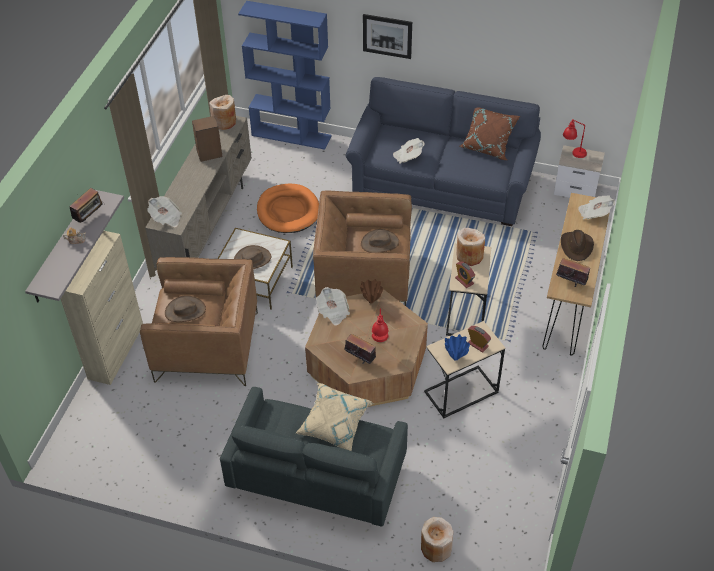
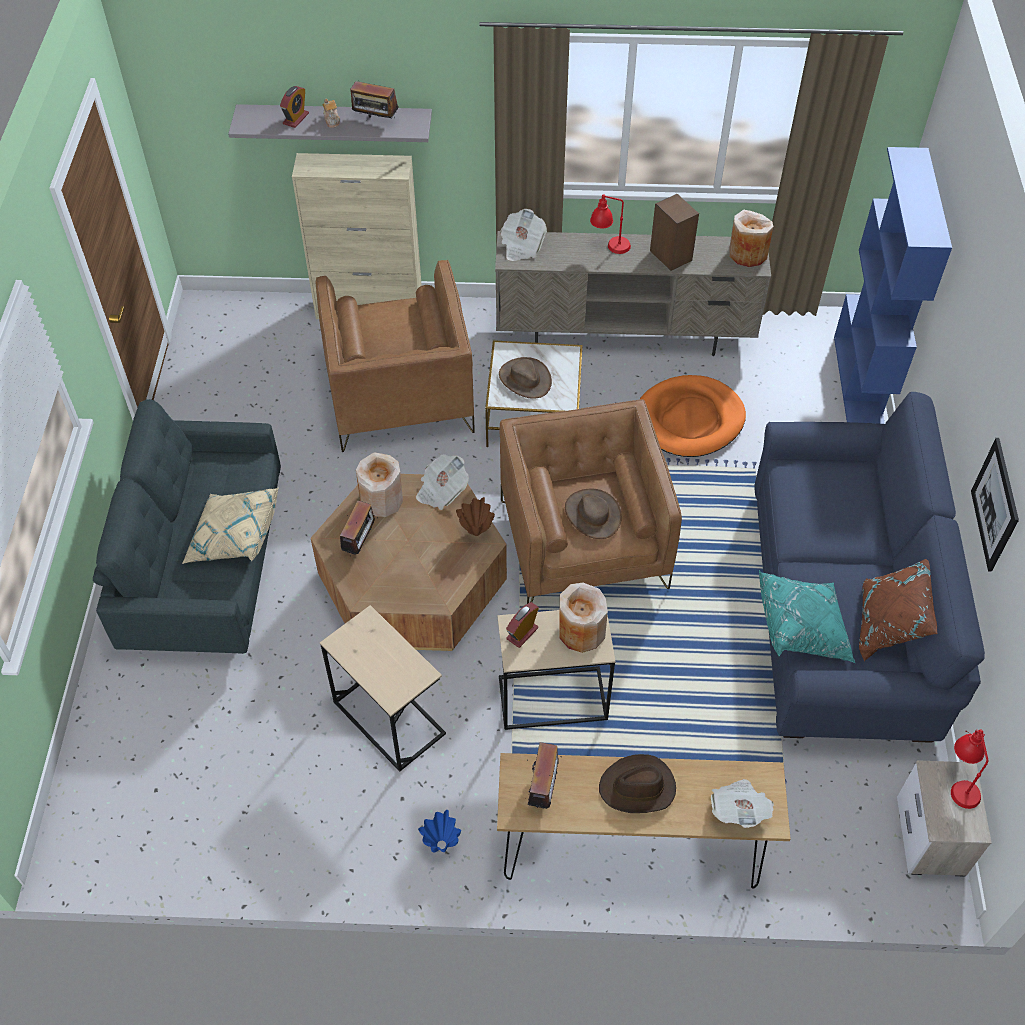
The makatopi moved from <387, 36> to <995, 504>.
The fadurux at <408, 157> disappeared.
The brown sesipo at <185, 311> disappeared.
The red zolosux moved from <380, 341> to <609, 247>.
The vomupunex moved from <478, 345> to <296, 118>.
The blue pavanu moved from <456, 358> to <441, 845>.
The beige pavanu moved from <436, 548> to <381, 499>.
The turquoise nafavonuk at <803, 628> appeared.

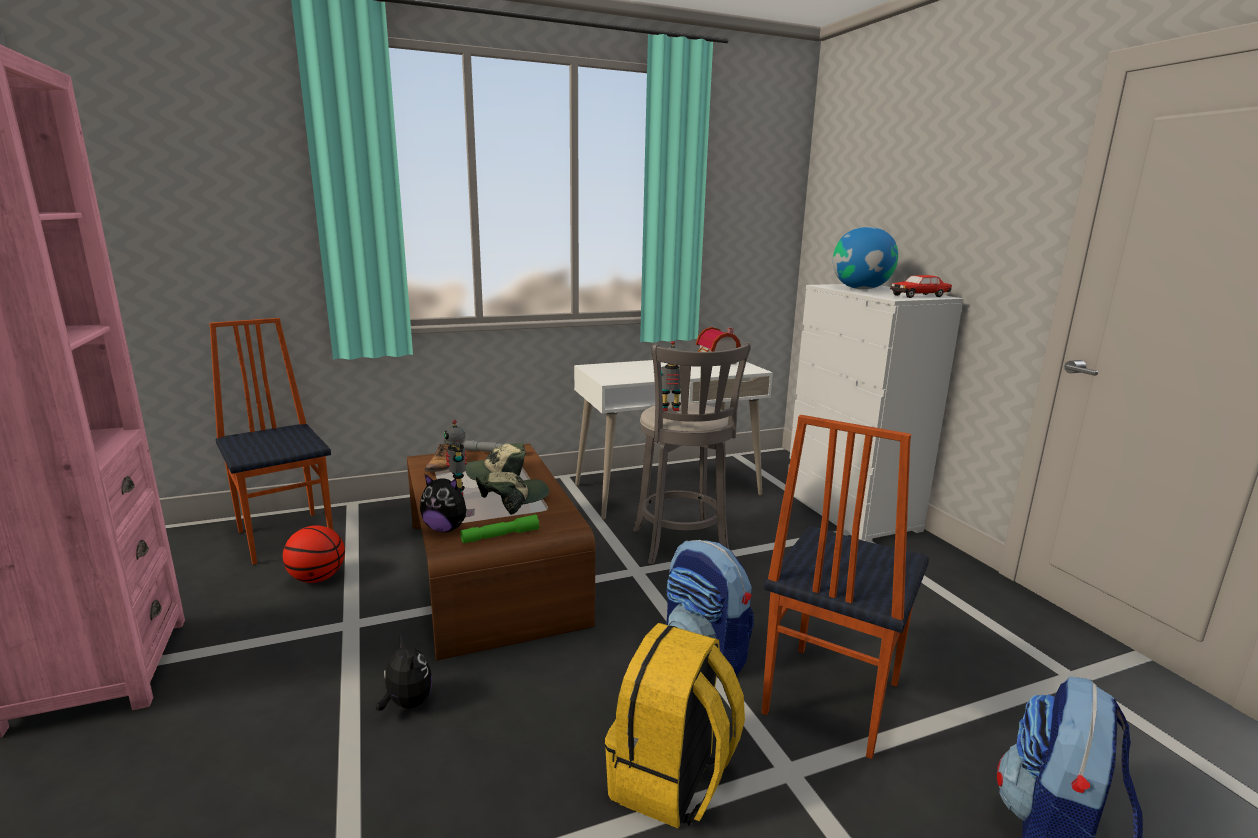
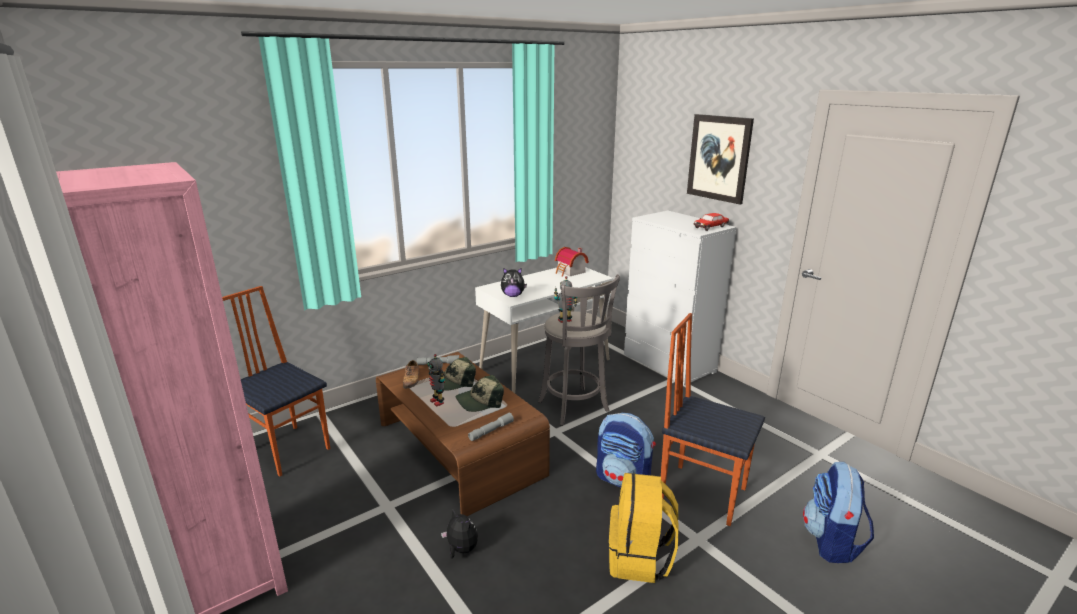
The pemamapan at <861, 289> disappeared.
The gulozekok at <828, 698> turned 105 degrees clockwise.
The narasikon at <513, 499> turned 150 degrees counterclockwise.
The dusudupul moved from <446, 529> to <513, 295>.
The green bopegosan at <500, 536> became the grey bopegosan at <491, 431>.
The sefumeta at <317, 578> disappeared.
The makatopi at <719, 158> appeared.

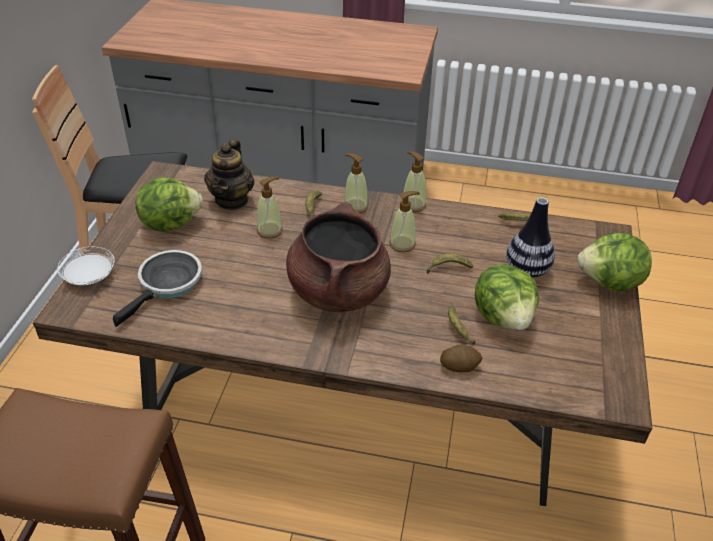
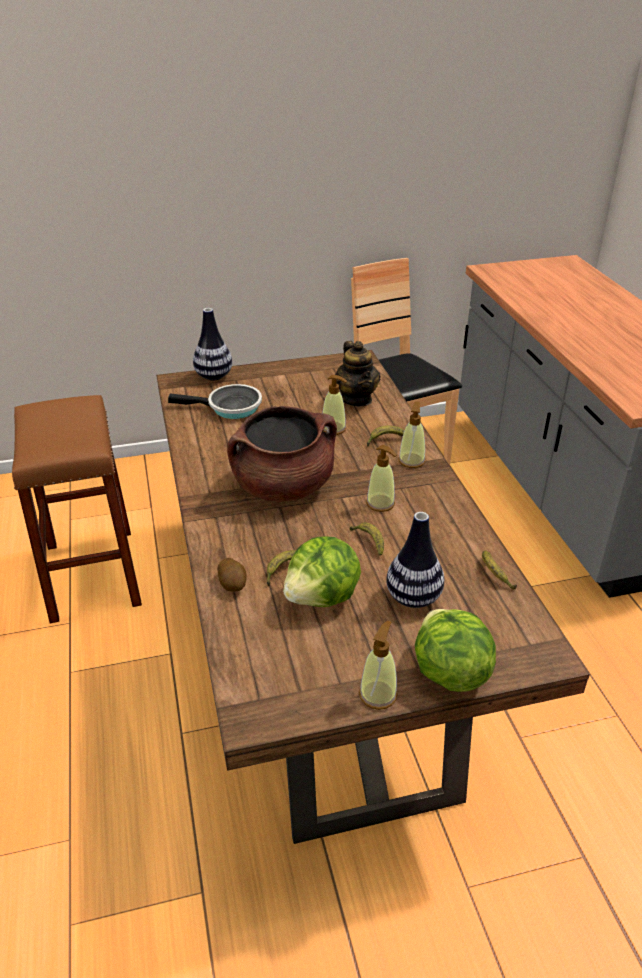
The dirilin at <232, 200> turned 90 degrees counterclockwise.
The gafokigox moved from <413, 205> to <378, 694>.
The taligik at <170, 222> disappeared.
The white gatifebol at <89, 278> was replaced by the pavanu at <213, 376>.

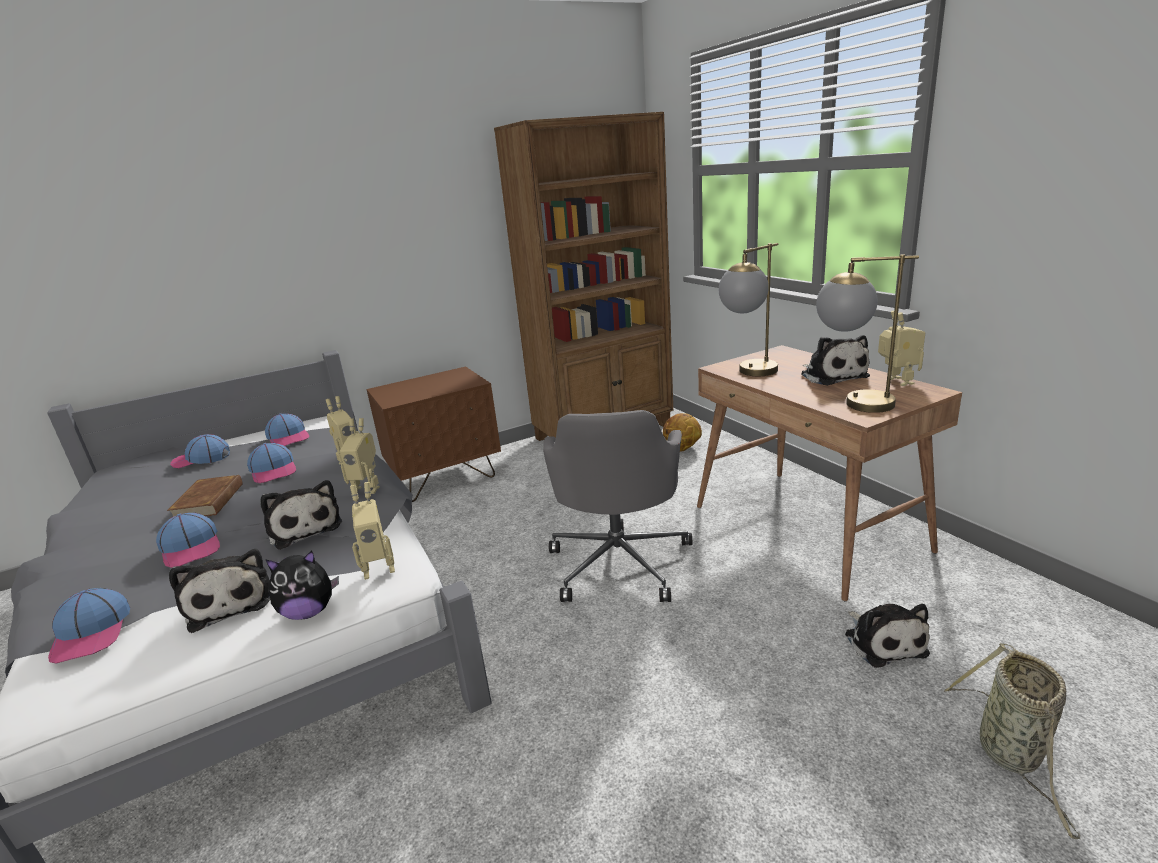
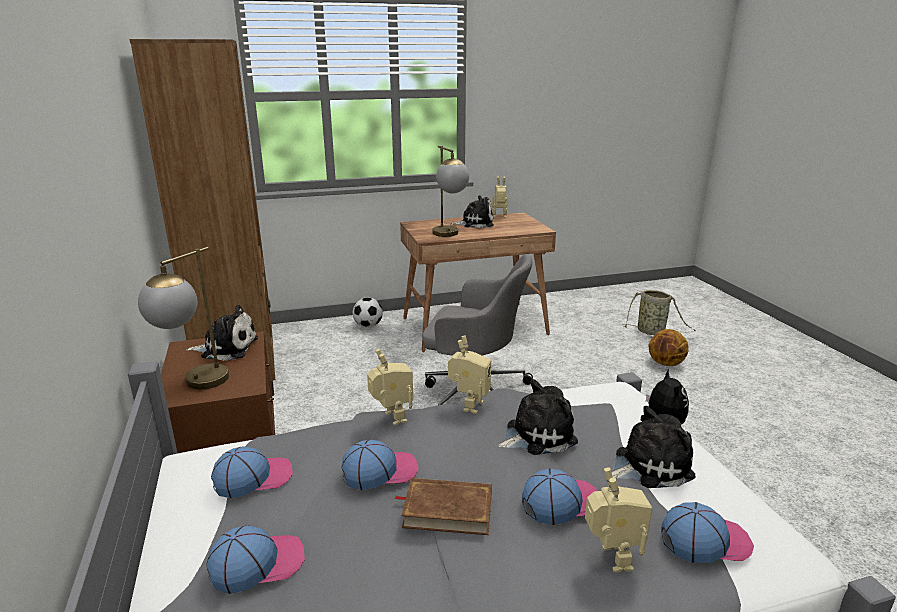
The zolosux moved from <851, 404> to <195, 386>.
The sefumeta moved from <681, 449> to <665, 364>.
The narasikon at <201, 459> turned 120 degrees counterclockwise.
The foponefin moved from <379, 568> to <611, 559>.
The dusudupul moved from <883, 641> to <226, 348>.
The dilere at <368, 326> appeared.

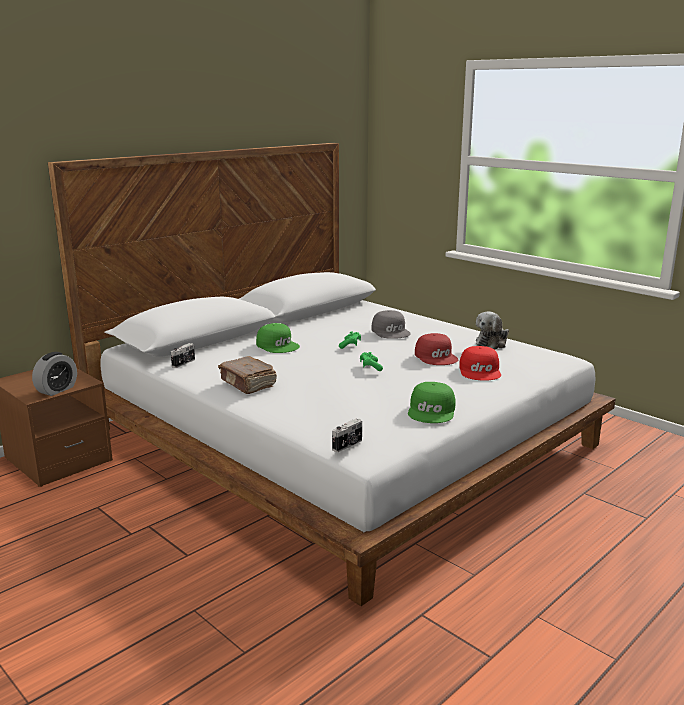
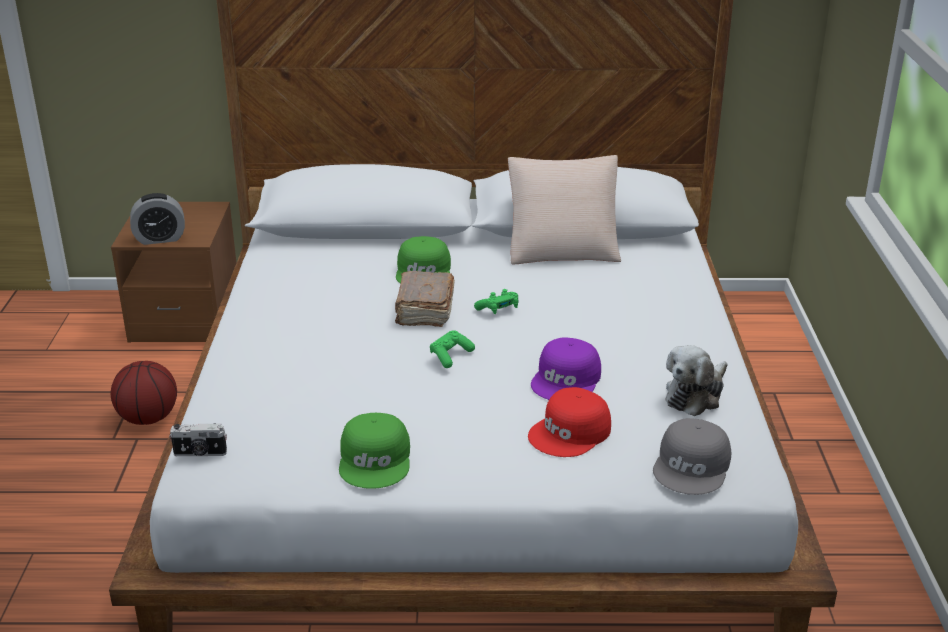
The grey narasikon moved from <391, 331> to <693, 466>.
The dusudupul at <492, 343> turned 45 degrees counterclockwise.
The red narasikon at <436, 357> became the purple narasikon at <567, 380>.
The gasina at <184, 363> disappeared.
The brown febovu moved from <248, 384> to <424, 311>.
The green narasikon at <432, 411> turned 60 degrees counterclockwise.
The beige nafavonuk at <562, 249> appeared.
The sefumeta at <148, 419> appeared.

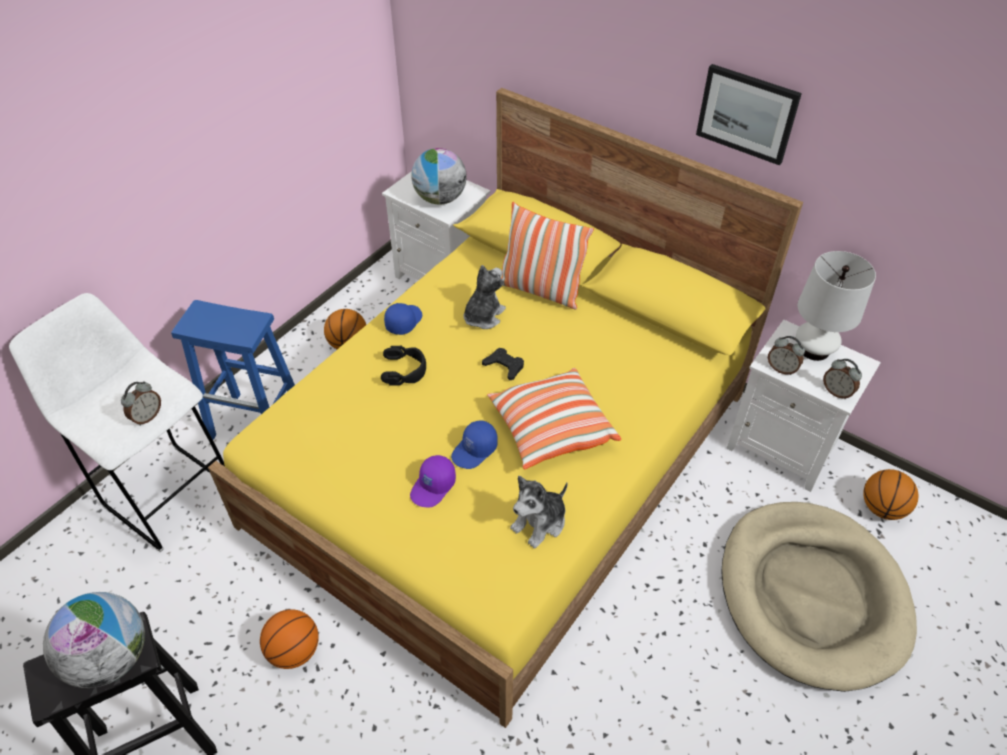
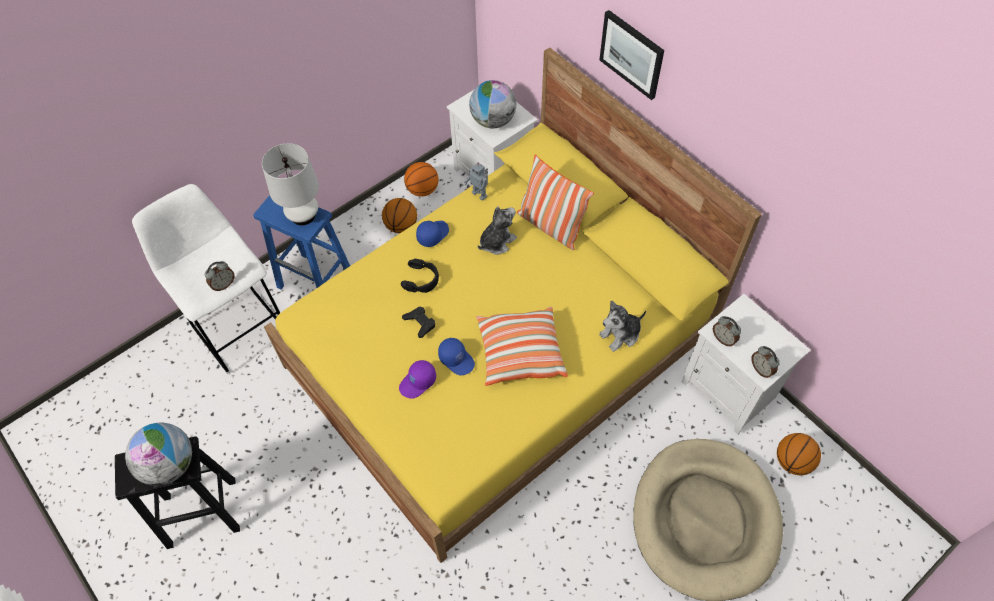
The makatopi moved from <747, 113> to <632, 54>.
The white zolosux moved from <814, 349> to <303, 215>.
The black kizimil moved from <504, 366> to <420, 323>.
The blue narasikon at <475, 450> turned 105 degrees counterclockwise.
The dusudupul moved from <540, 522> to <621, 334>.
The sefumeta moved from <294, 651> to <422, 190>.
The foponefin at <480, 194> appeared.

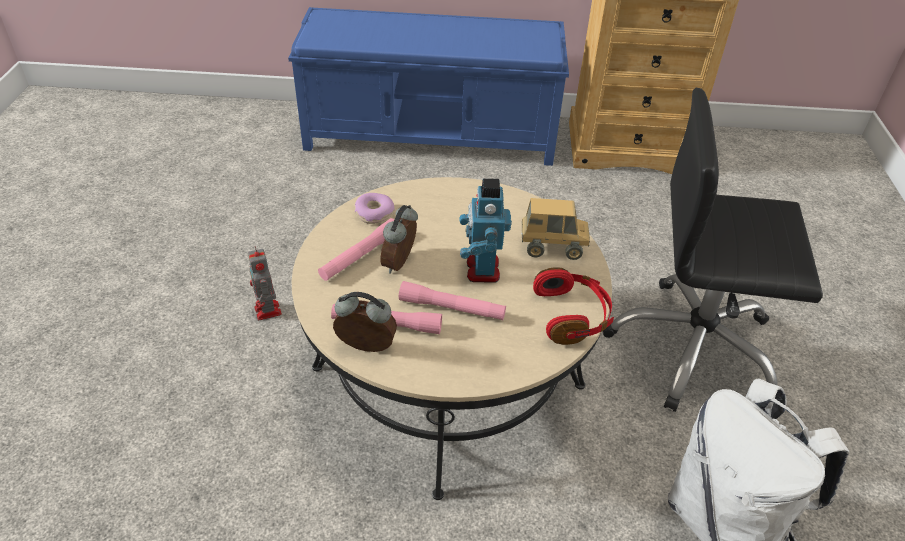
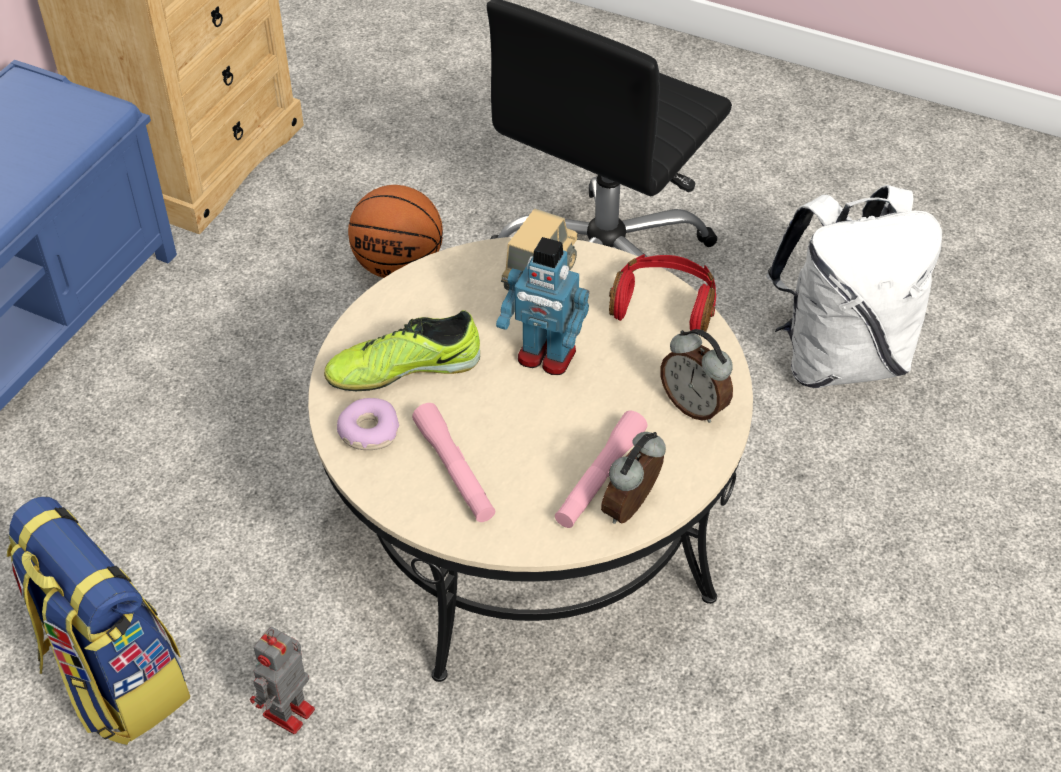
The vomupunex moved from <401, 264> to <695, 406>.
The foponefin at <268, 312> turned 120 degrees clockwise.
The pink bopegosan at <452, 308> disappeared.
The sefumeta at <399, 266> appeared.
The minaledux at <404, 369> appeared.
The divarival at <113, 678> appeared.

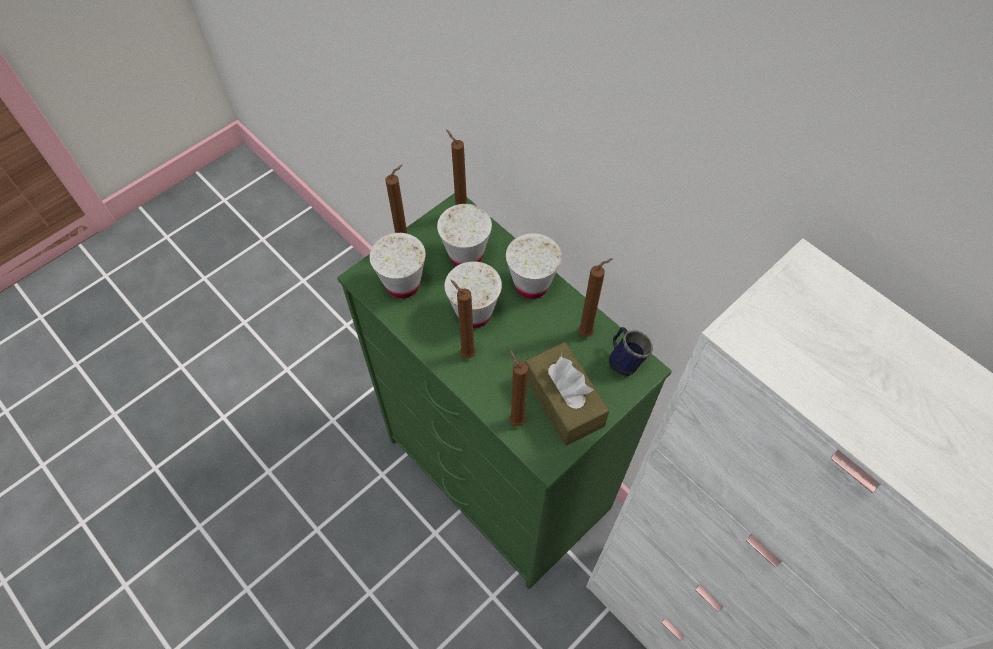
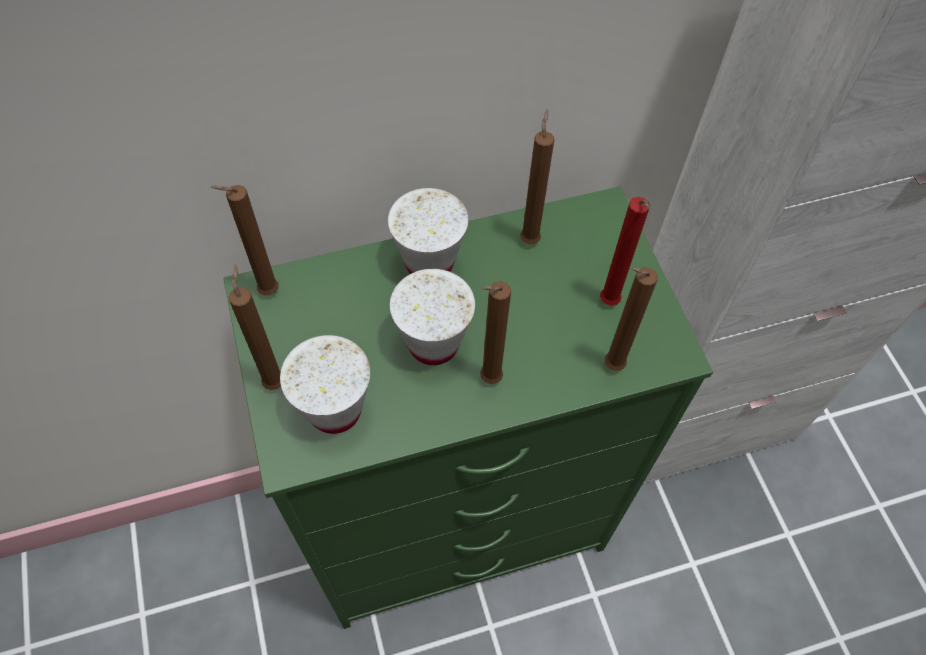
The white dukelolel at <466, 255> disappeared.
The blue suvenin at <624, 359> disappeared.
The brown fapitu at <563, 401> was replaced by the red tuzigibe at <609, 304>.

